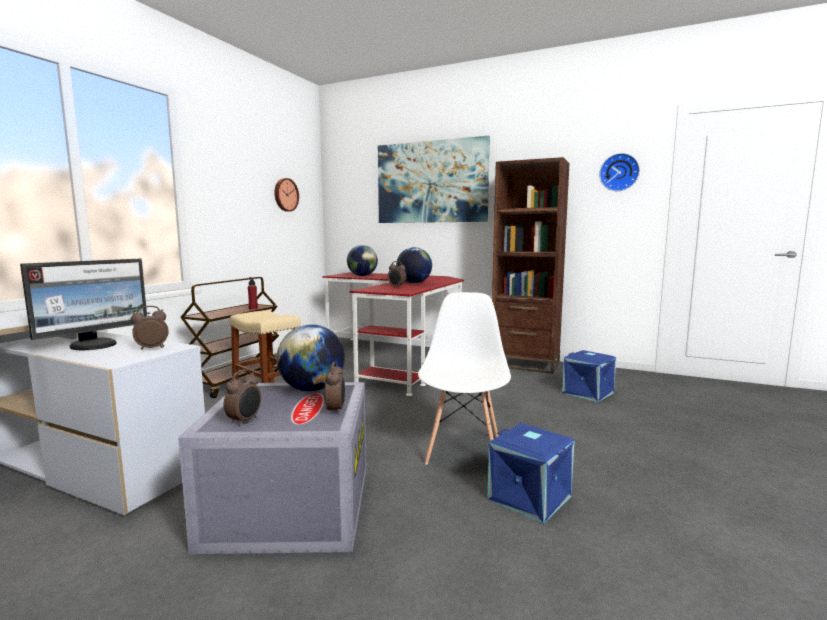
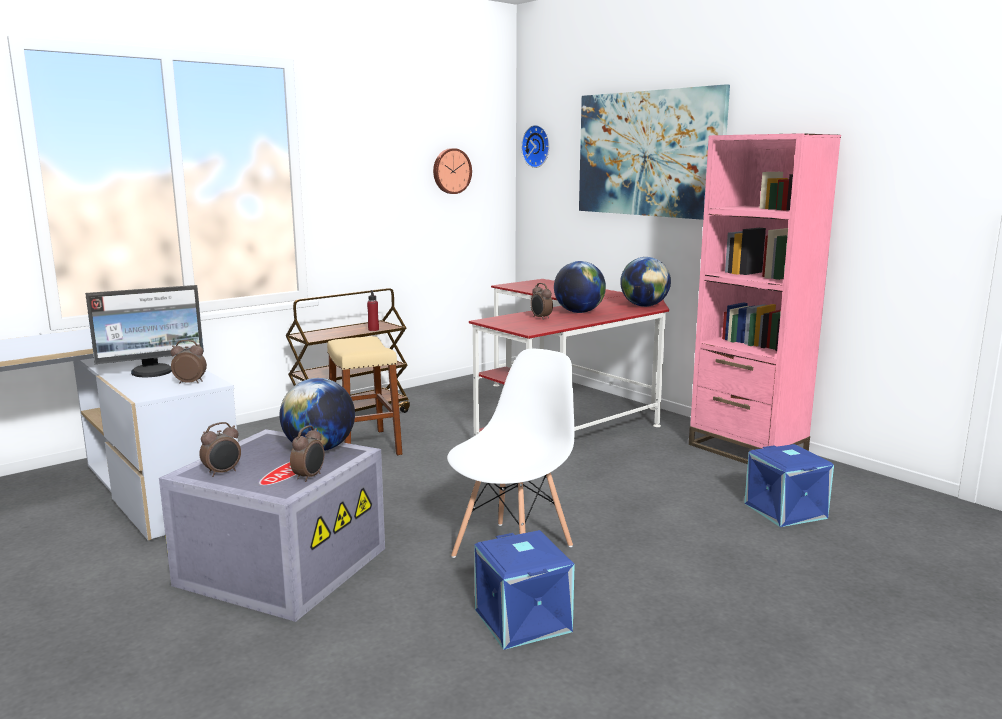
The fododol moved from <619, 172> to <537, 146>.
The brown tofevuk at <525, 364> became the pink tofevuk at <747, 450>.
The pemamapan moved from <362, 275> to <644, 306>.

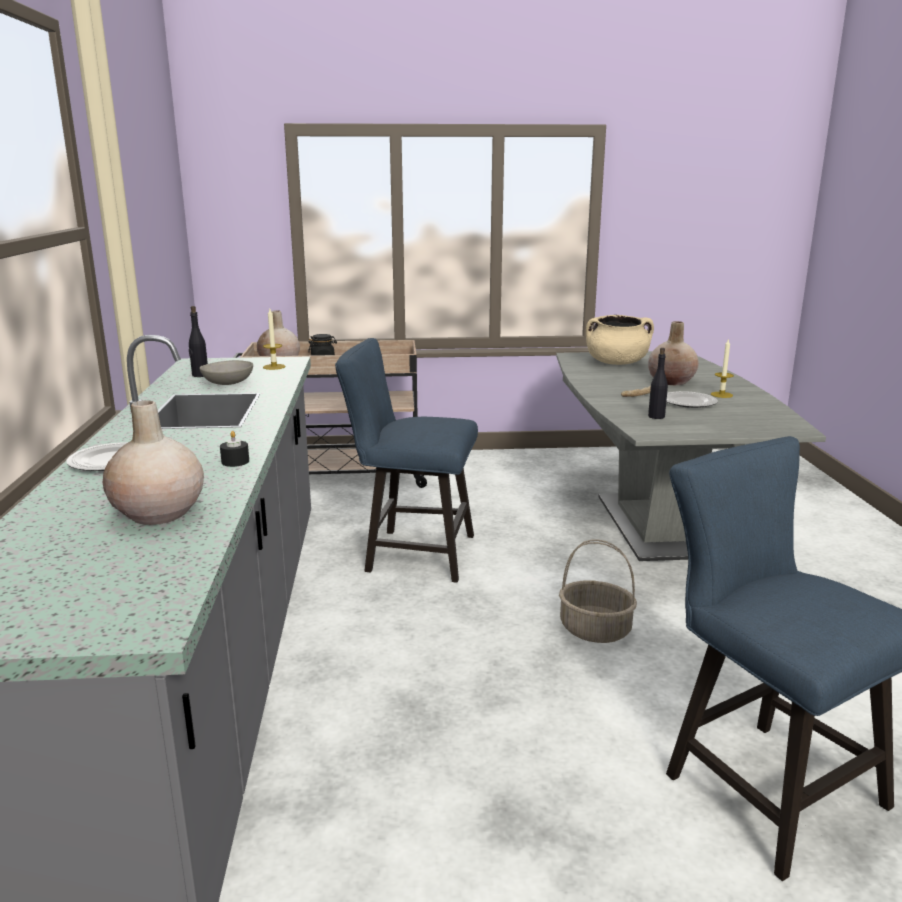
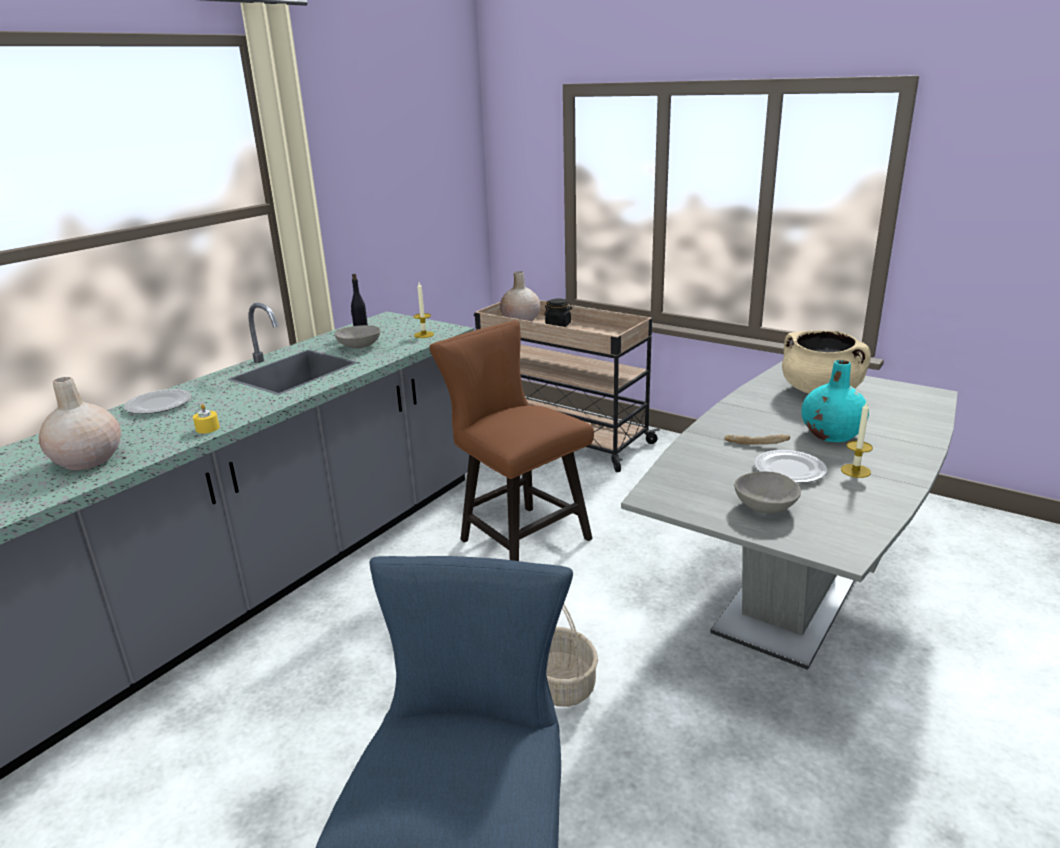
The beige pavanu at <671, 381> became the turquoise pavanu at <832, 434>.
The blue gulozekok at <411, 553> became the brown gulozekok at <517, 537>.
The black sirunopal at <656, 416> disappeared.
The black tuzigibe at <235, 461> became the yellow tuzigibe at <207, 428>.
The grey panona at <764, 507> appeared.

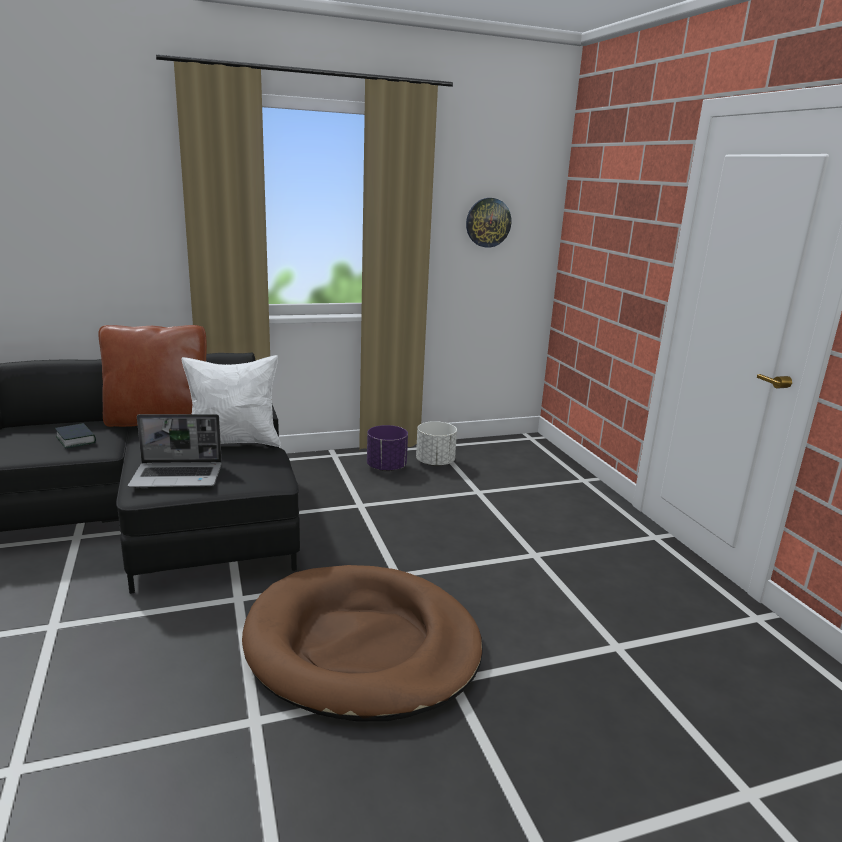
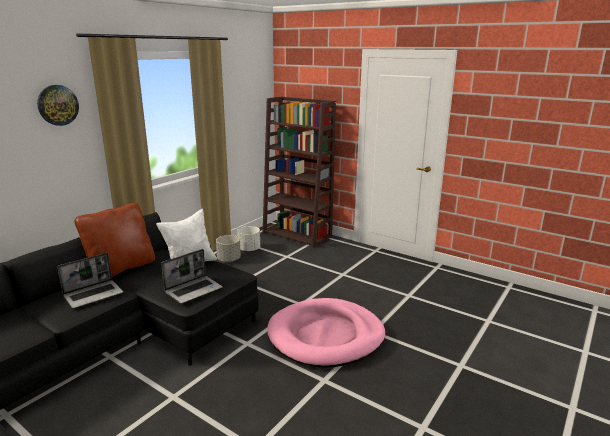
The fododol moved from <488, 222> to <58, 105>.
The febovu at <76, 440> was replaced by the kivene at <94, 294>.
The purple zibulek at <386, 467> became the grey zibulek at <229, 260>.
The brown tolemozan at <362, 646> became the pink tolemozan at <326, 336>.
The brown tofevuk at <298, 234> appeared.

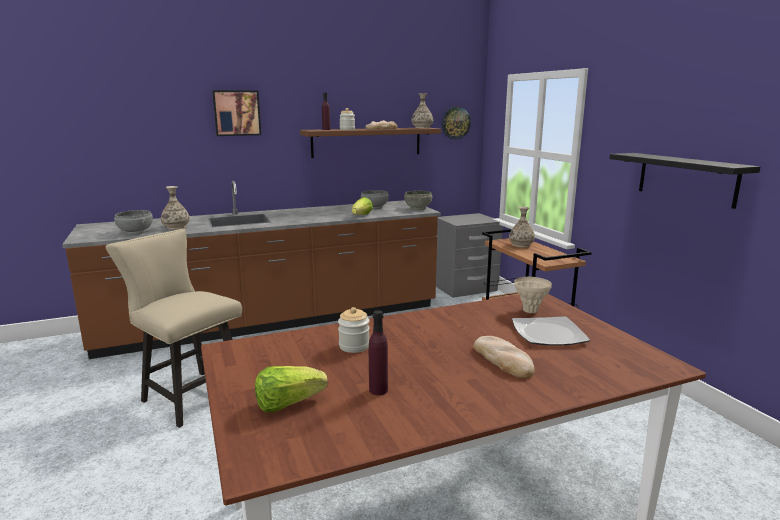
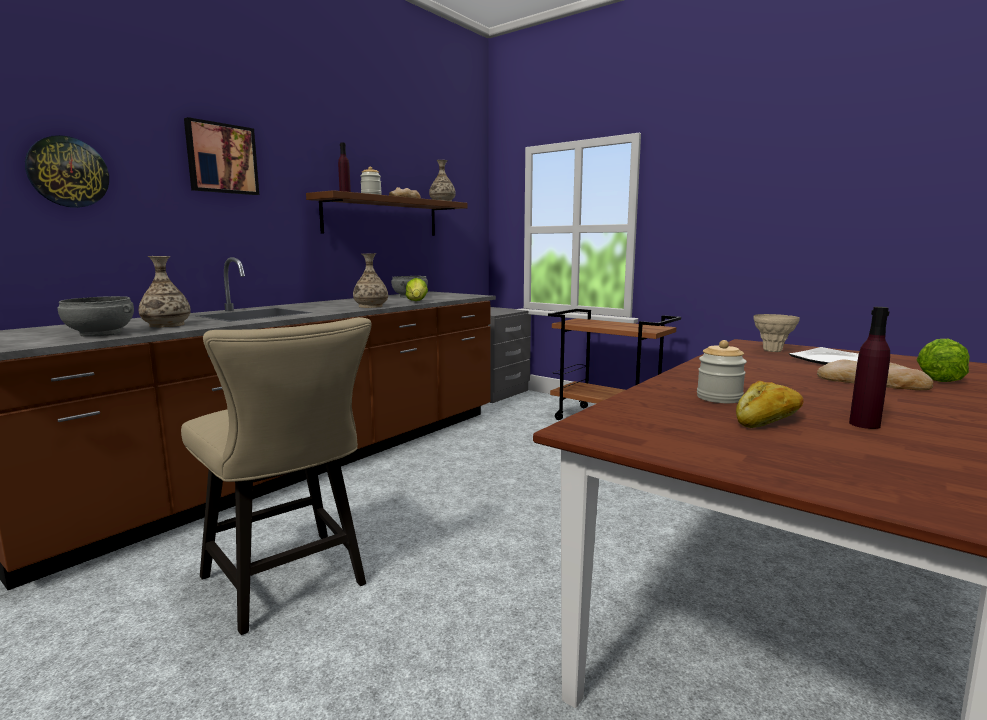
The fododol moved from <455, 123> to <68, 172>.
The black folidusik at <686, 179> disappeared.
The grey panona at <418, 208> disappeared.
The pavanu moved from <521, 245> to <370, 306>.
The beige gulozekok at <189, 394> turned 135 degrees counterclockwise.
The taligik moved from <288, 404> to <939, 378>.
The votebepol at <768, 420> appeared.

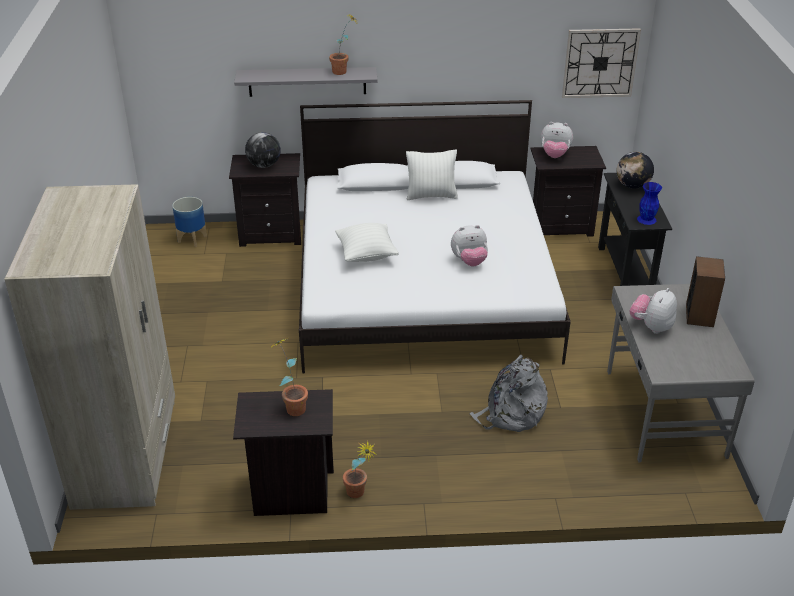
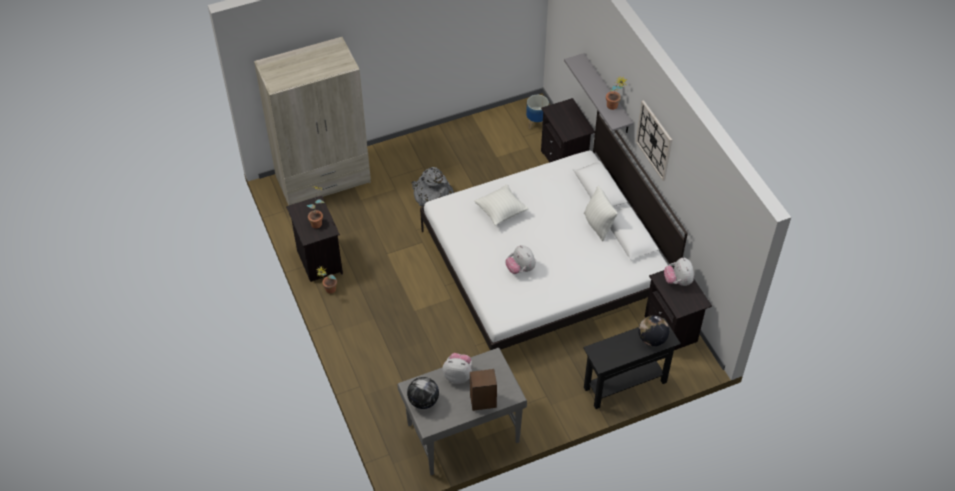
The fododol moved from <600, 63> to <654, 140>.
The pemamapan moved from <264, 165> to <423, 401>.
The blue pavanu at <647, 219> disappeared.
The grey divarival moved from <511, 414> to <431, 195>.

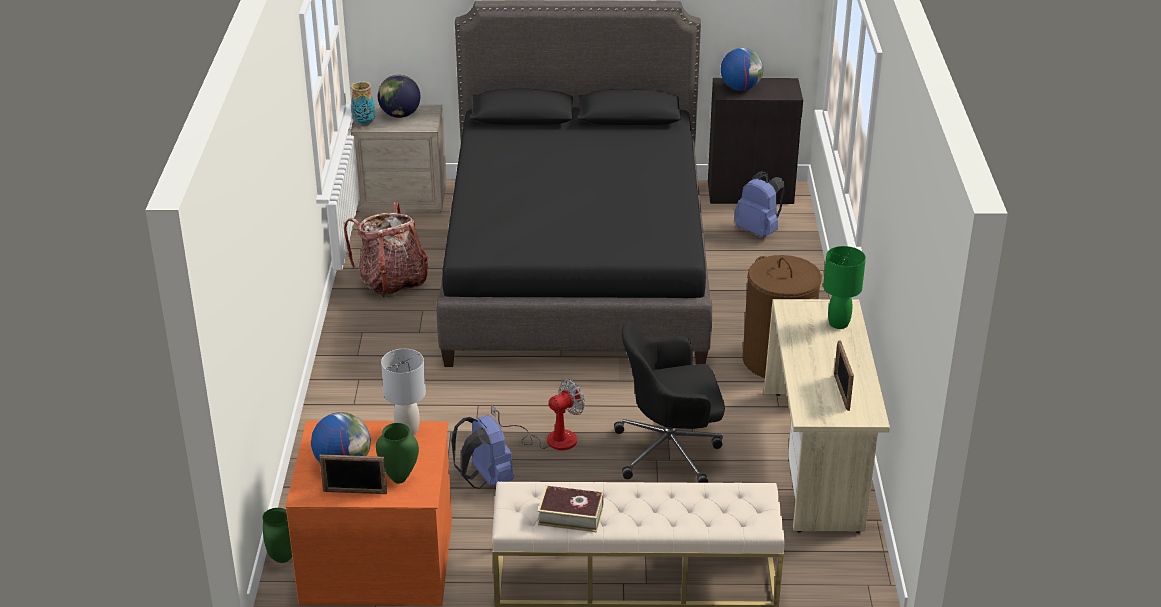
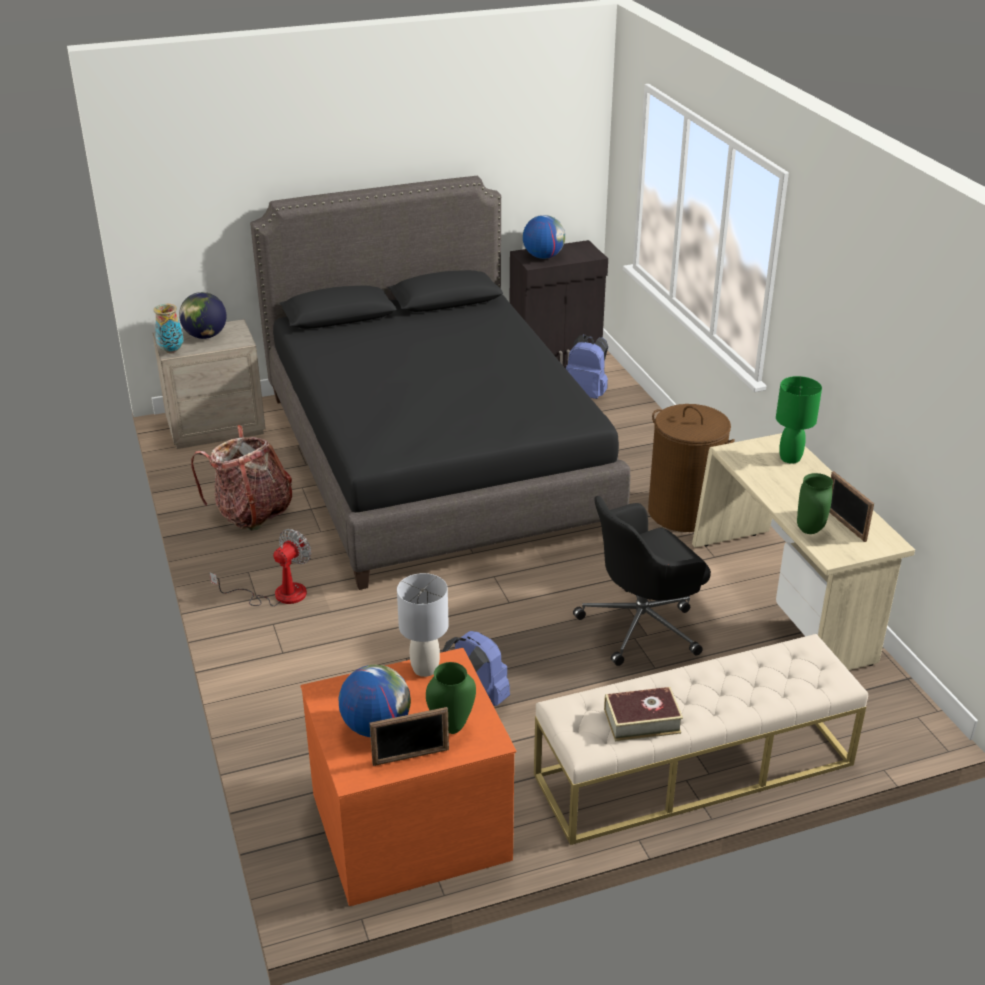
The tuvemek moved from <550, 438> to <278, 594>.
The green pavanu moved from <281, 558> to <809, 530>.

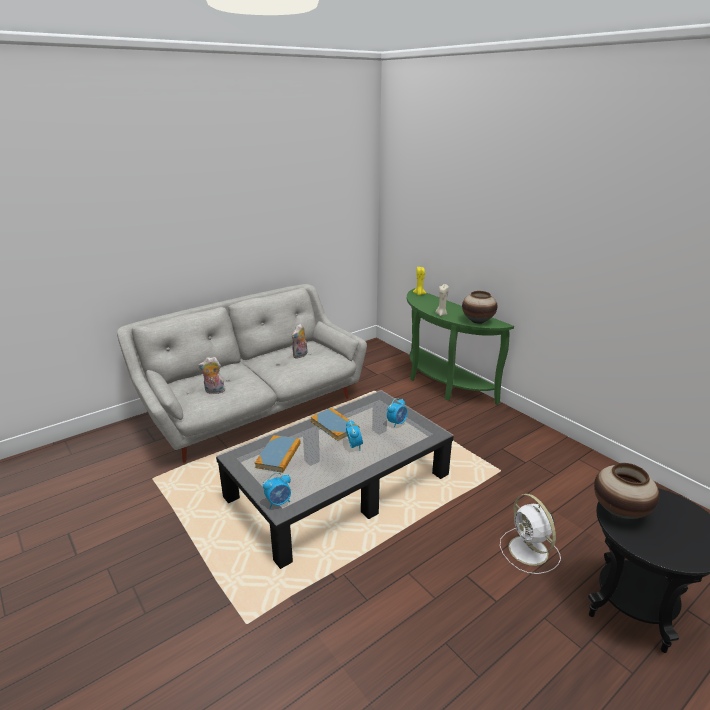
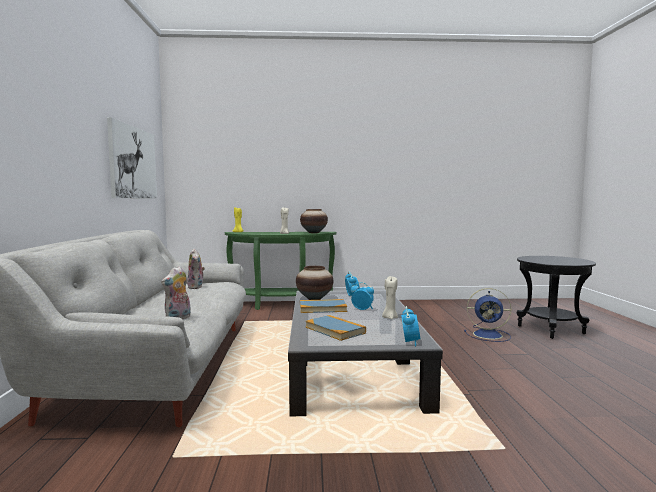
The pavanu moved from <620, 511> to <314, 298>.
The white tuvemek at <529, 552> became the blue tuvemek at <489, 335>.
The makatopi at <133, 163> appeared.
The beige tuzigibe at <389, 318> appeared.

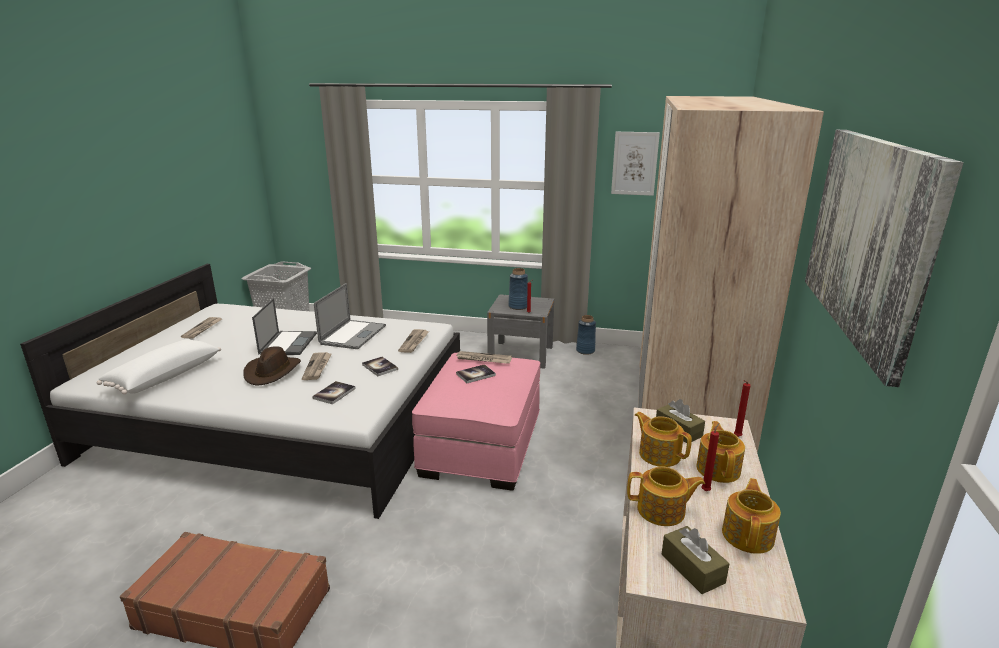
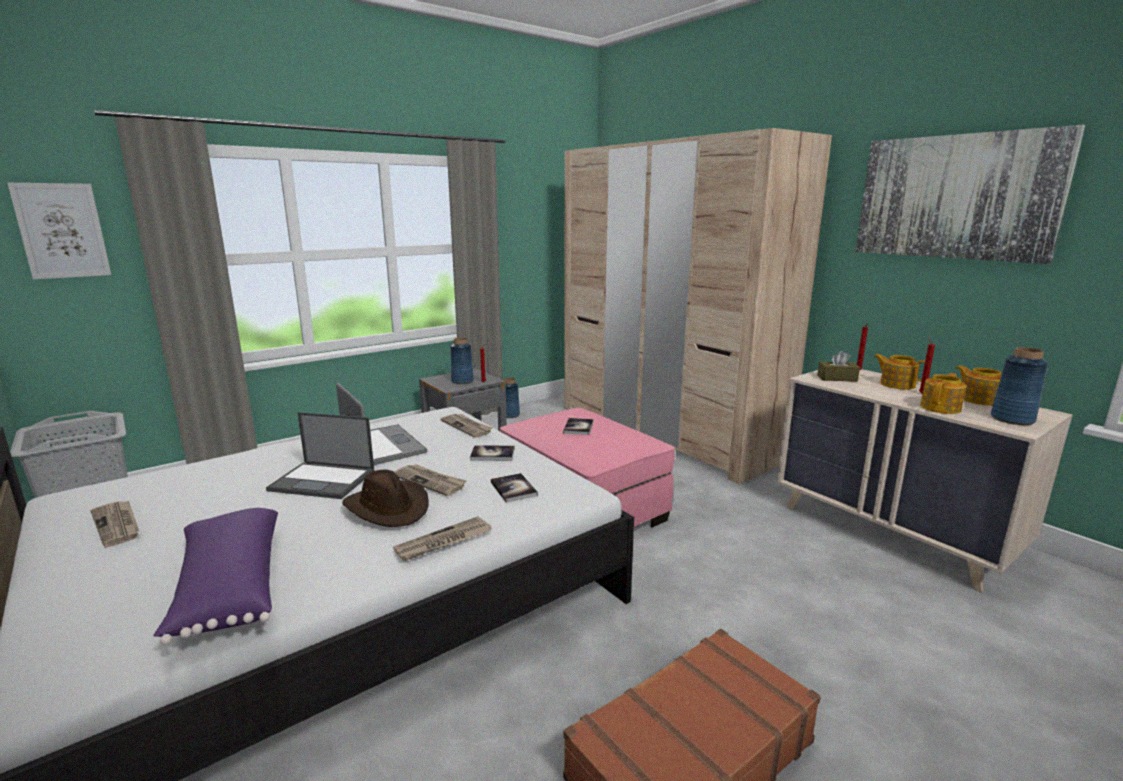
The makatopi moved from <634, 163> to <62, 231>.
The kivene at <288, 343> turned 150 degrees clockwise.
The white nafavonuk at <164, 376> became the purple nafavonuk at <228, 588>.
The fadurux moved from <483, 359> to <443, 542>.
The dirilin at <659, 454> disappeared.
The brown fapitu at <692, 568> was replaced by the blue pavanu at <1012, 419>.

